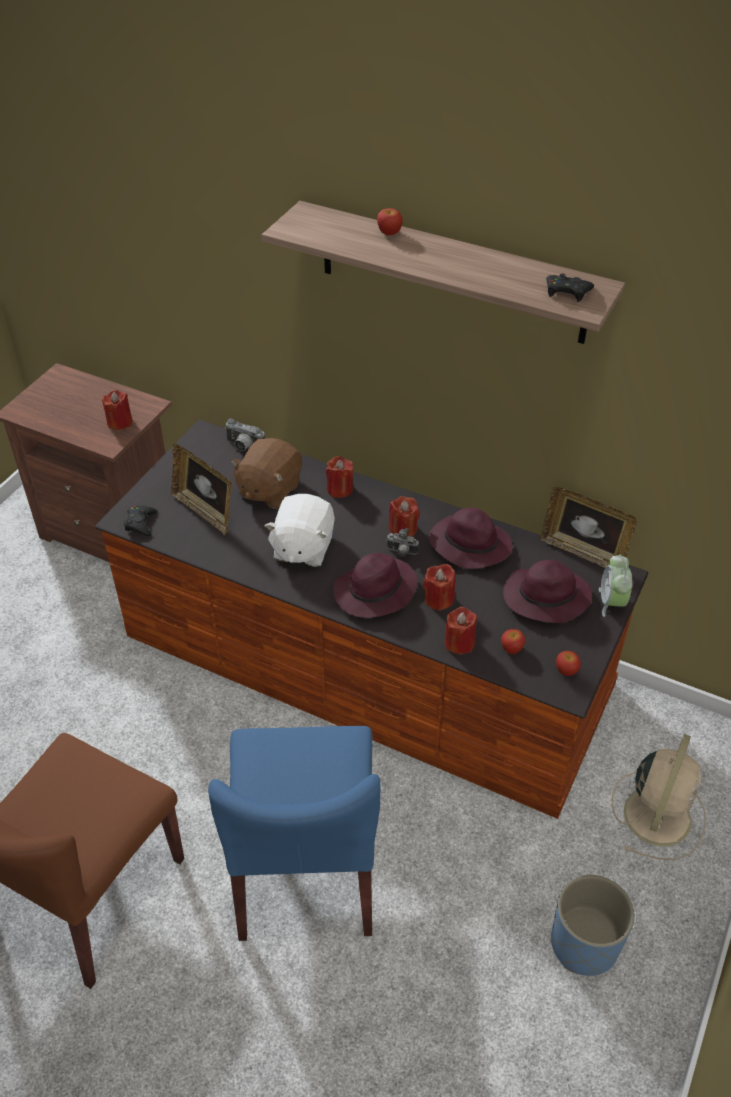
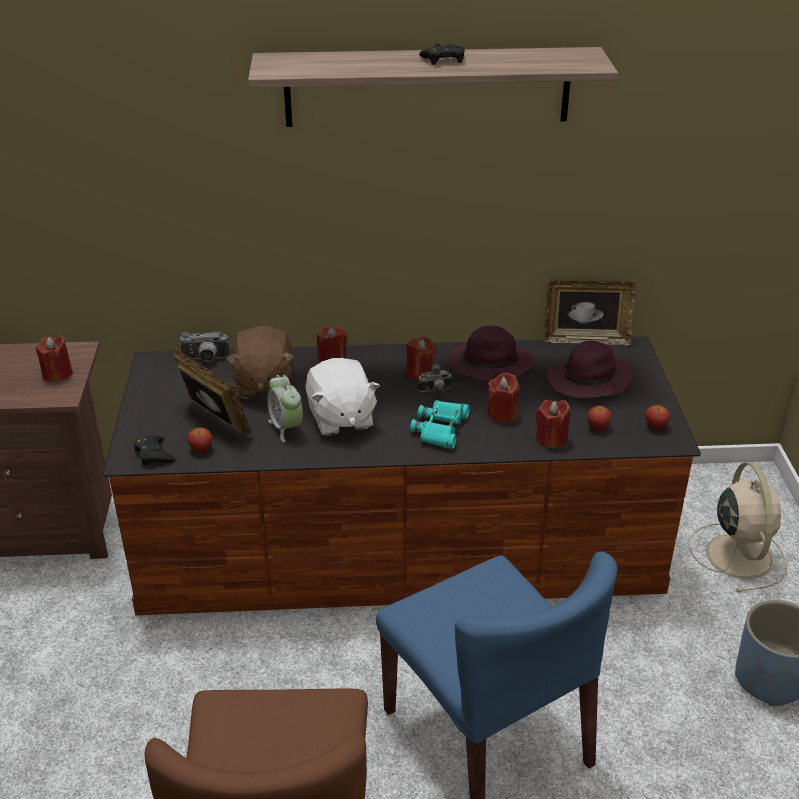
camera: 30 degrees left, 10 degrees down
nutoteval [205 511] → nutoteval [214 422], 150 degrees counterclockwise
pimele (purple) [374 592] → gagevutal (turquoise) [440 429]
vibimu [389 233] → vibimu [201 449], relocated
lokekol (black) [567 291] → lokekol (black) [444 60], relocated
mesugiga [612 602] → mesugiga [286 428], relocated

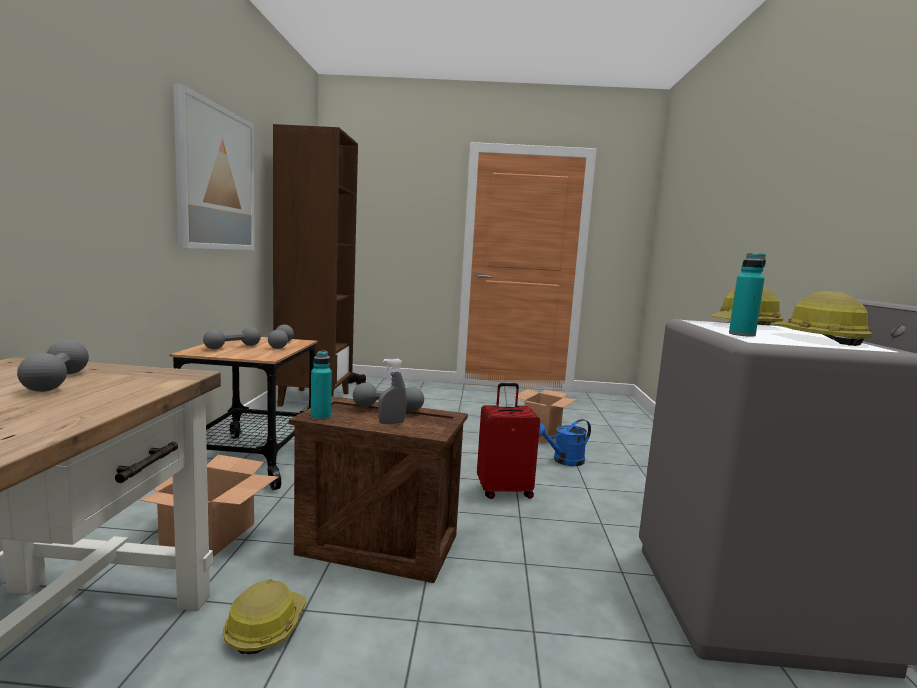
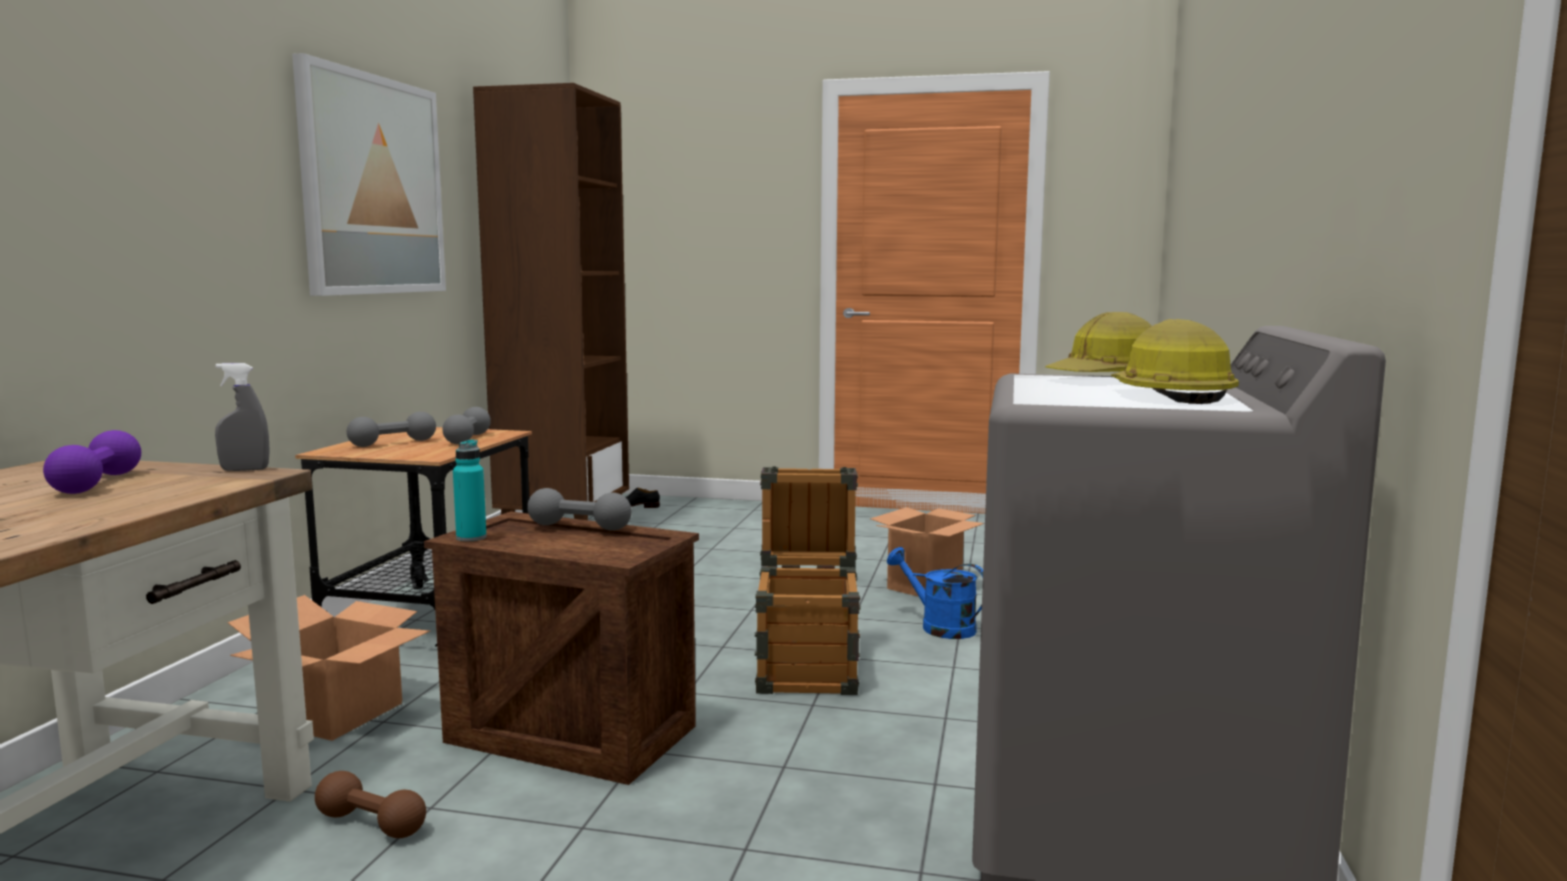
camera: 10 degrees right, 0 degrees up
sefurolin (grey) [57 382] → sefurolin (purple) [97 483]
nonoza [265 627] → sefurolin (brown) [371 824]
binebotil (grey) [391 423] → binebotil (grey) [245 470], relocated
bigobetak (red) [504 490] → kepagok [808 668]
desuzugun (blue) [564 461] → desuzugun (blue) [939 627], 60 degrees clockwise
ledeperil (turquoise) [742 334] → -

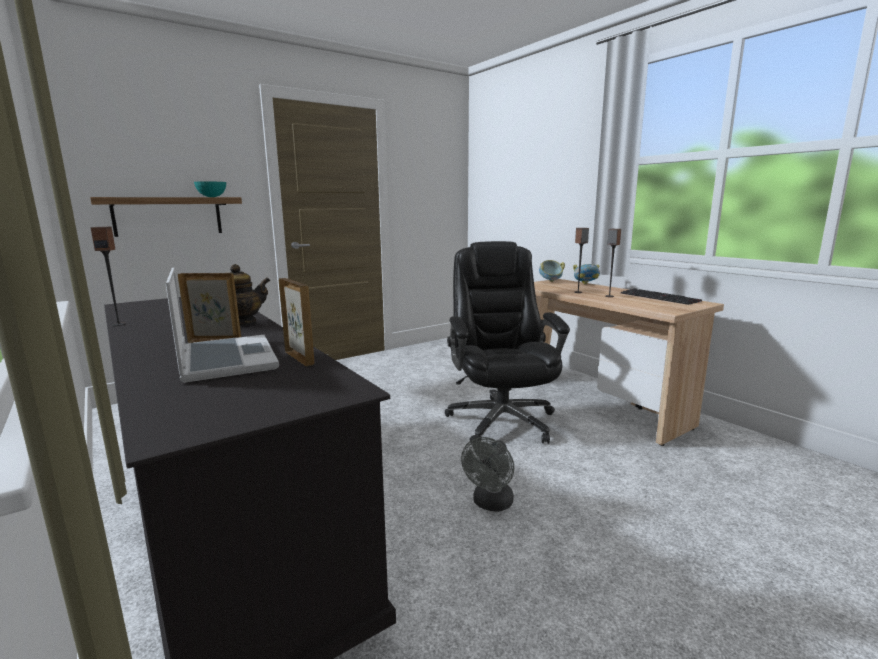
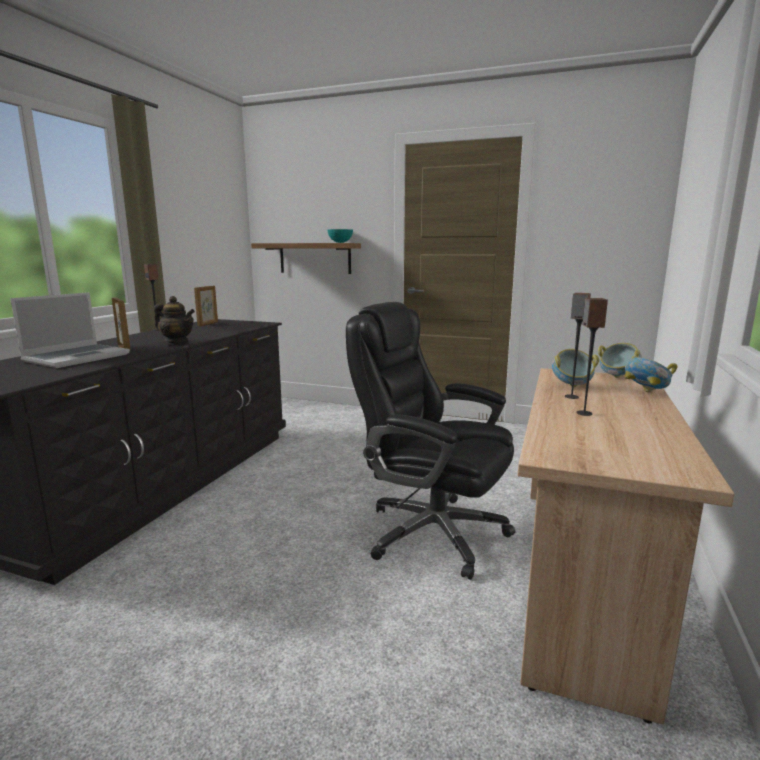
camera: 55 degrees right, 0 degrees up
nutoteval [299 358] → nutoteval [208 324], relocated
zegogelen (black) [501 420] → zegogelen (black) [431 532], 105 degrees counterclockwise
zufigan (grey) [491 504] → -
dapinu [660 297] → -
- → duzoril [571 385]

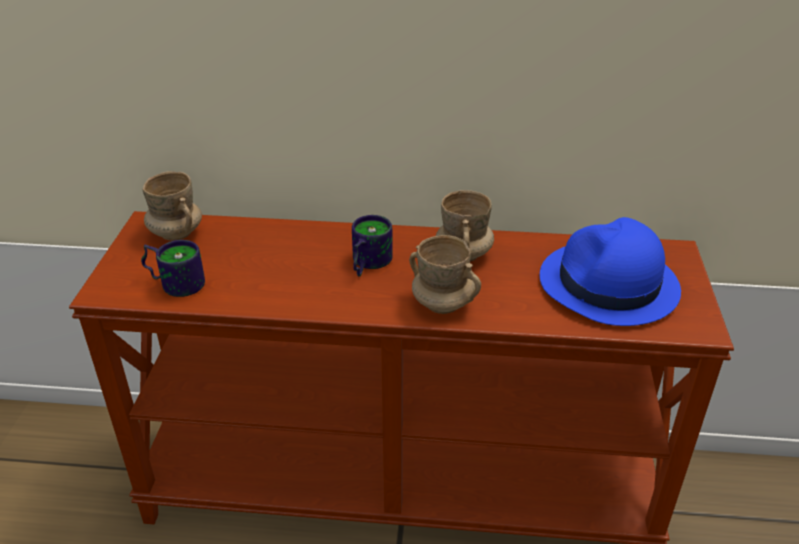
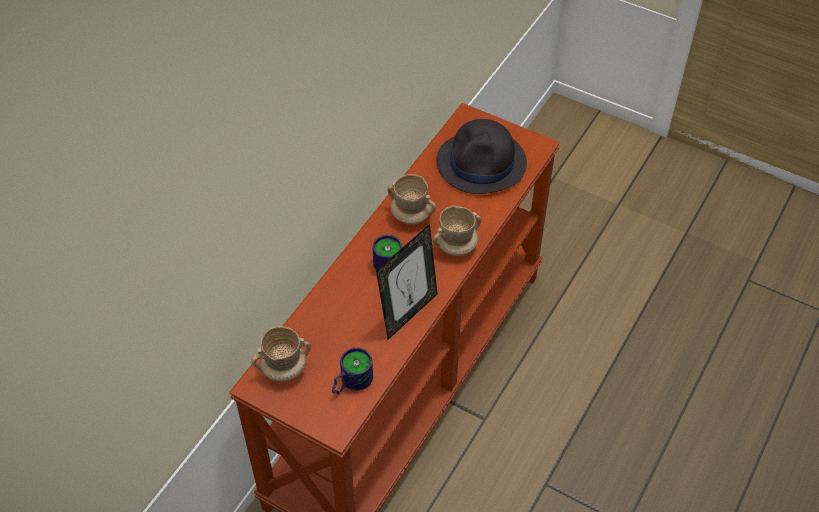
camera: 65 degrees left, 15 degrees up
pimele (blue) [608 285] → pimele (black) [482 163]
- → nutoteval [408 313]

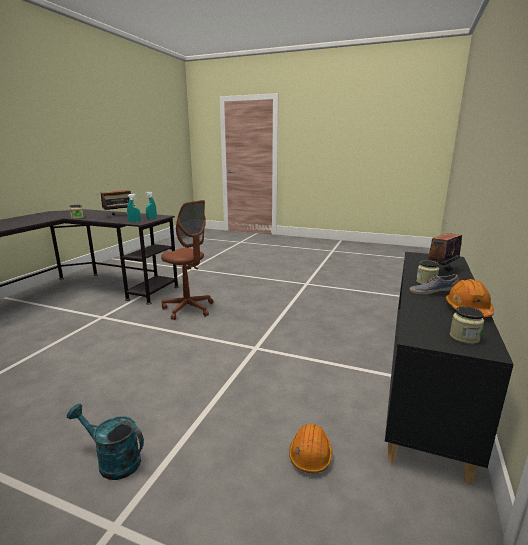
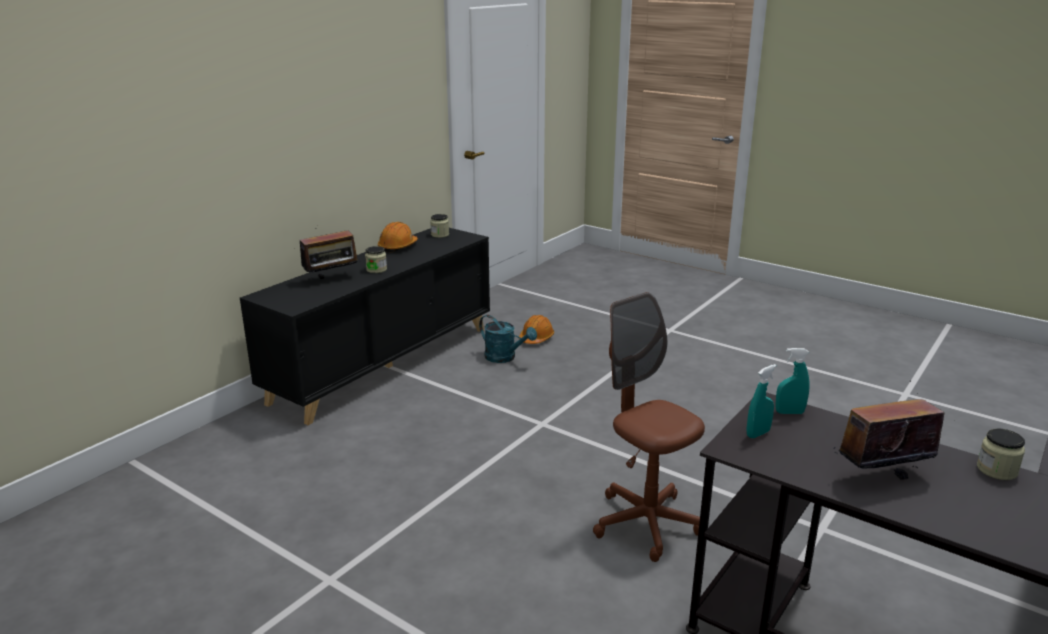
camera: 165 degrees left, 5 degrees up
desuzugun (turquoise) [113 461] → desuzugun (turquoise) [505 358], relocated
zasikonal [433 292] → -

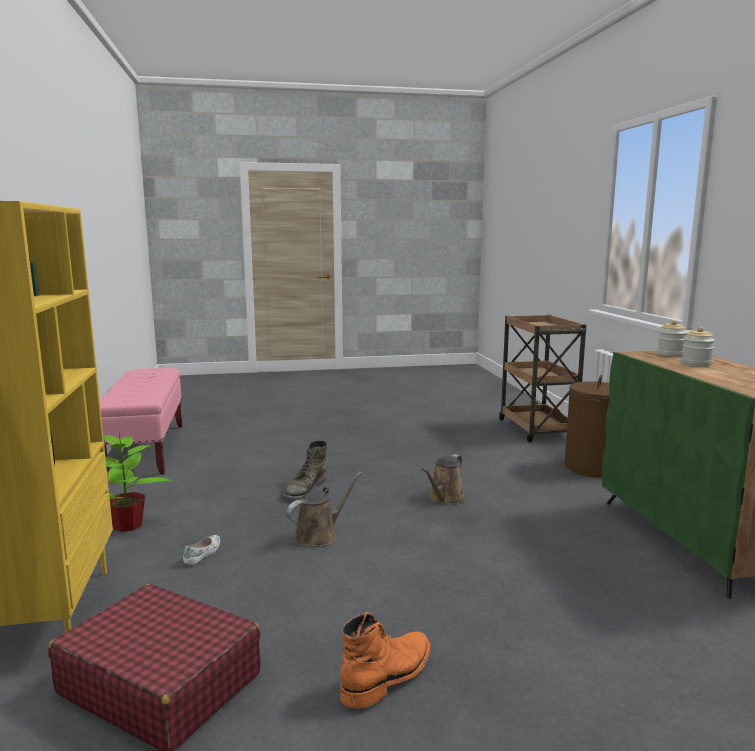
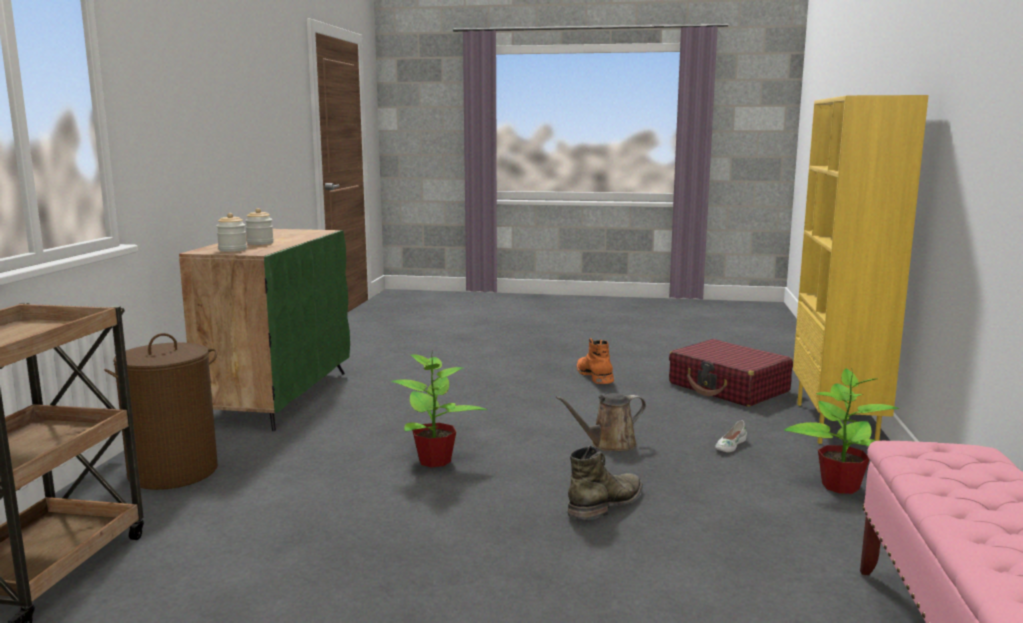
camera: 160 degrees left, 0 degrees up
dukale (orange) [388 675] → dukale (orange) [594 376], 105 degrees clockwise
desuzugun (brown) [445 498] → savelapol [435 461]

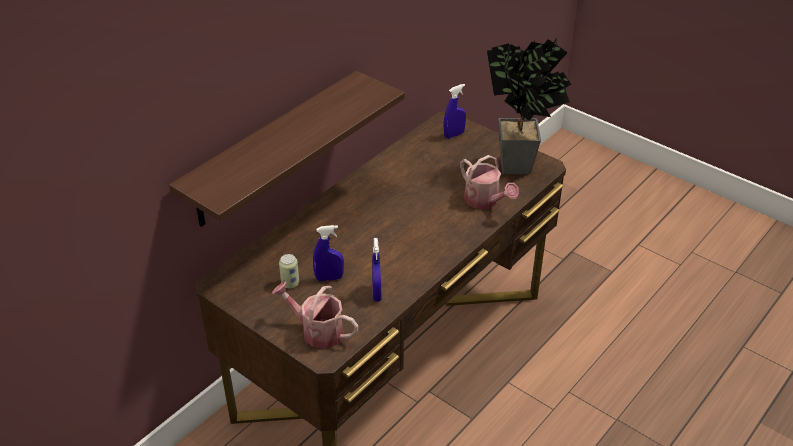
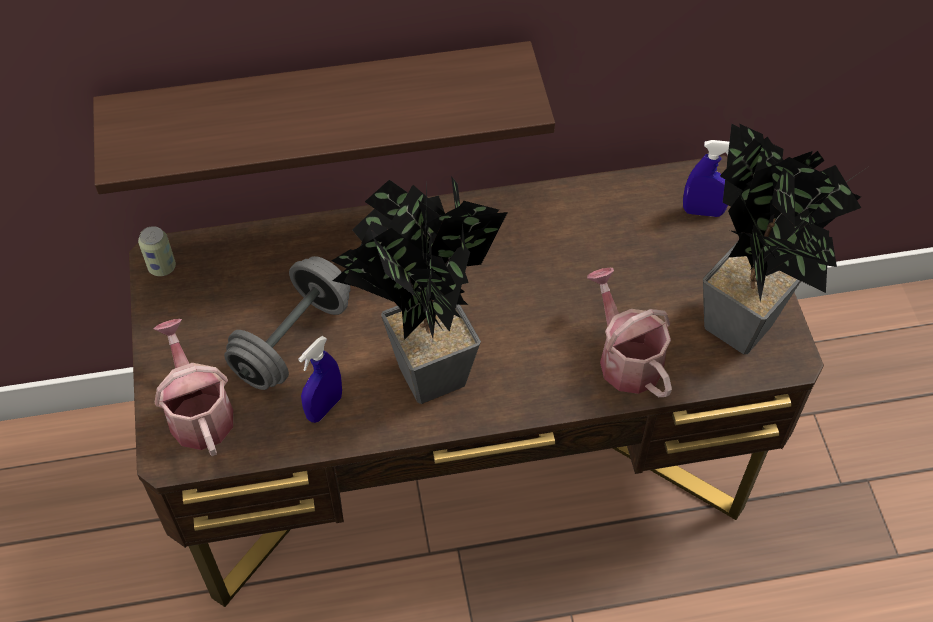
camera: 40 degrees right, 15 degrees up
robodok [290 283] → robodok [162 267], relocated
binebotil (blue) [329 278] → sefurolin (grey) [292 341]
desuzugun [485 201] → desuzugun [625 358], 150 degrees clockwise
- → savelapol [419 374]

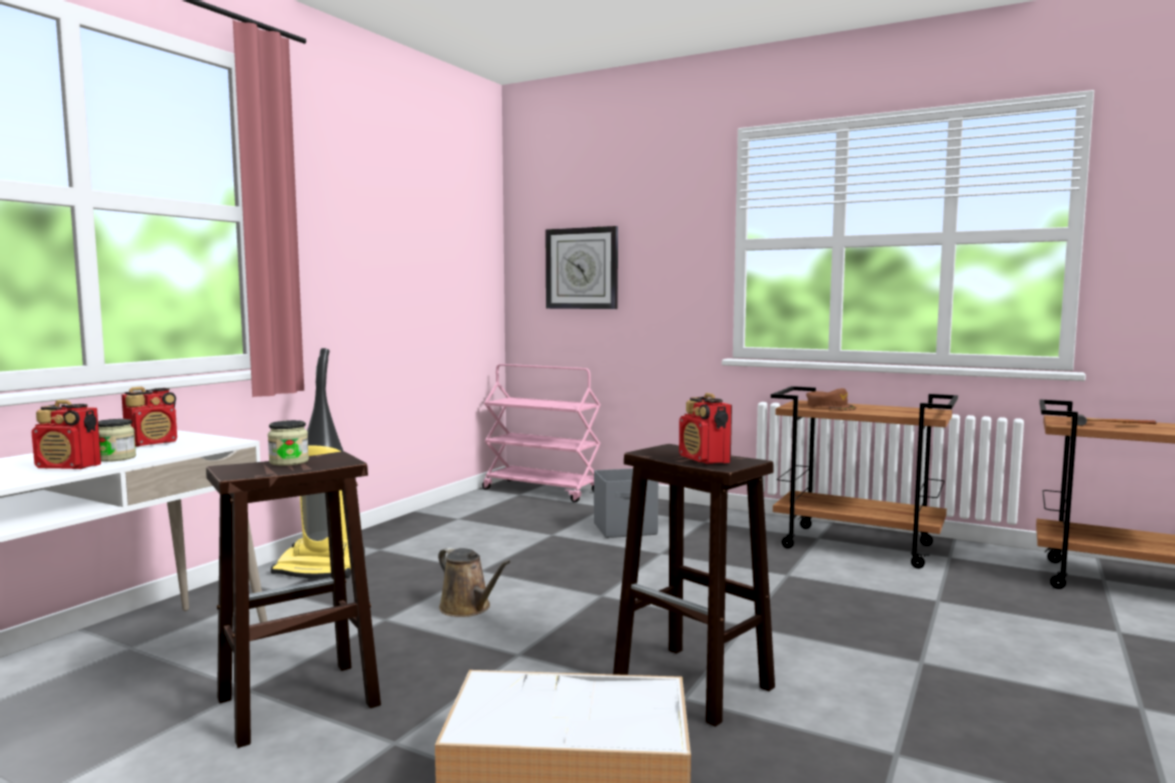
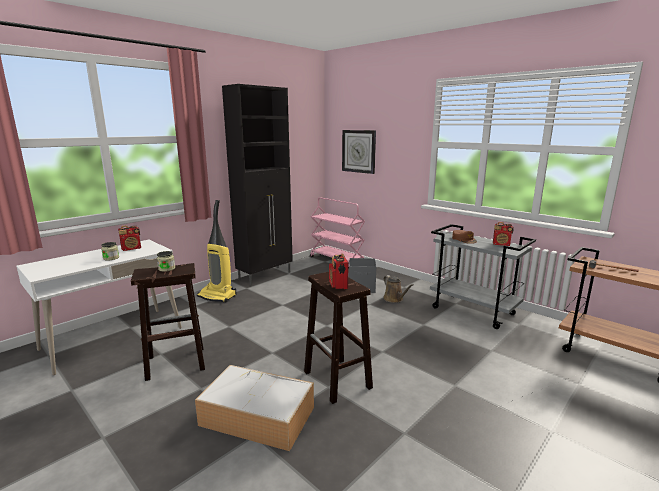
camera: 15 degrees right, 10 degrees up
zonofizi [69 467] → zonofizi [501 244], relocated
desuzugun (brown) [468 608] → desuzugun (brown) [394 299], relocated
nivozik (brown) [859 546] → nivozik (grey) [473 311]
- → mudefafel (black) [266 275]

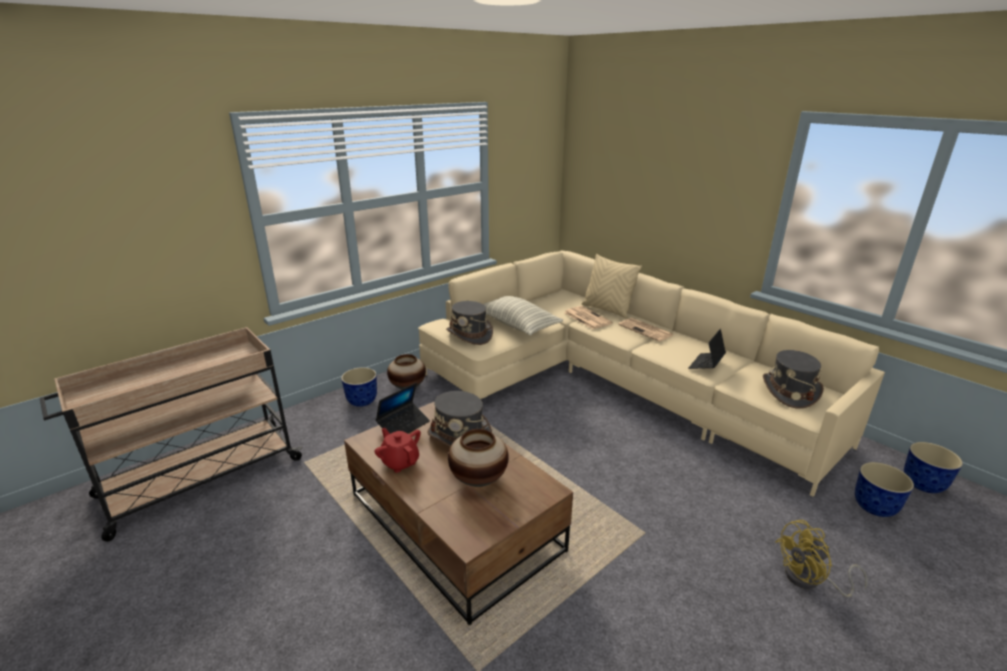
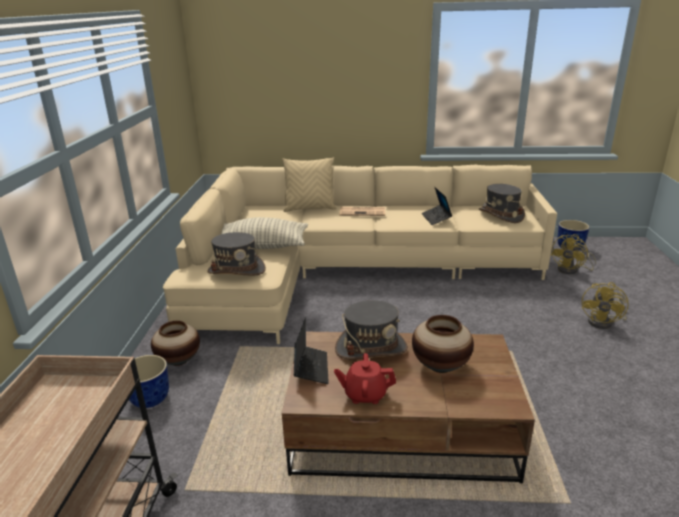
camera: 45 degrees left, 0 degrees up
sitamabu [586 318] → -
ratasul [875 508] → zufigan (yellow) [571 270]

